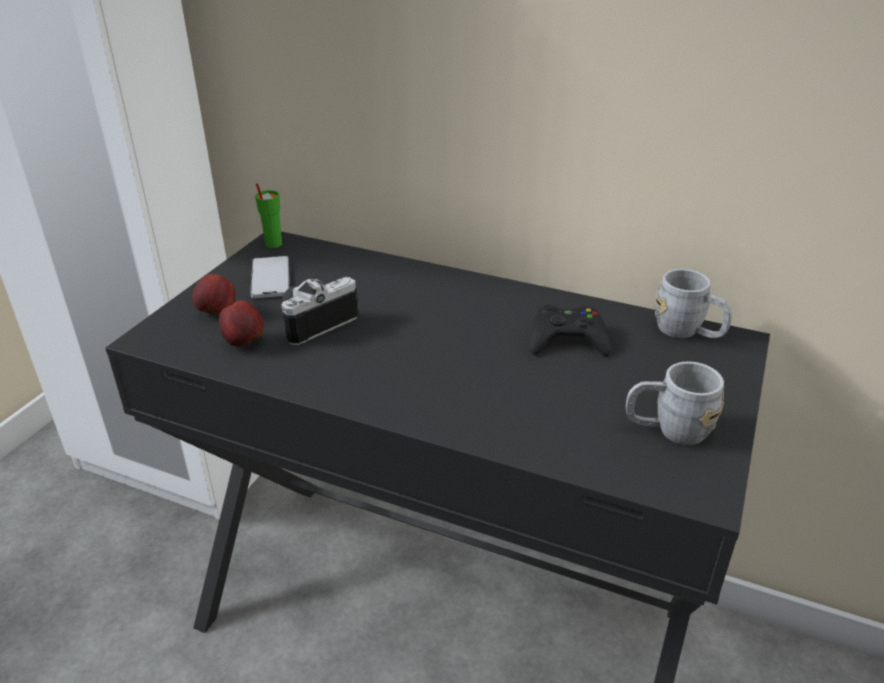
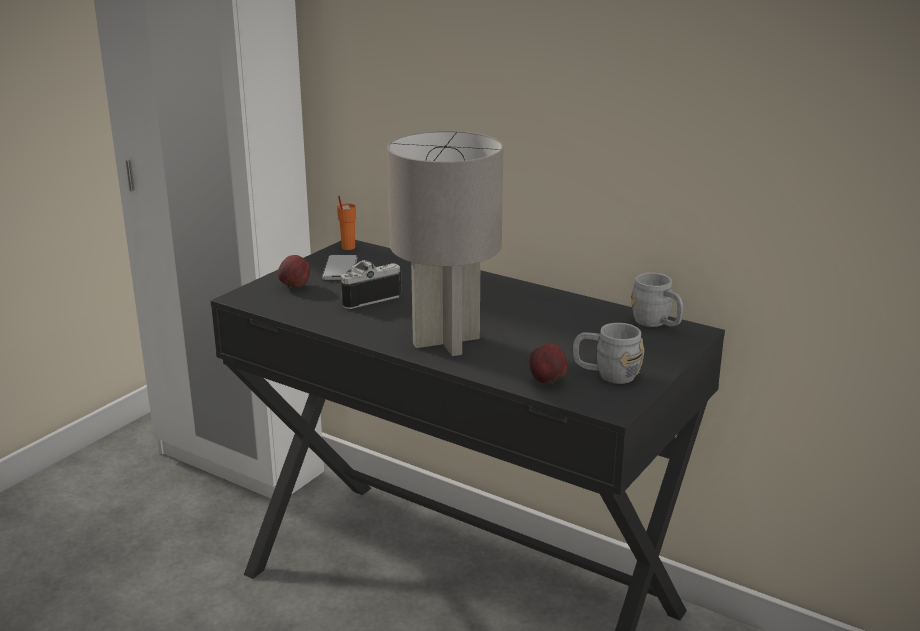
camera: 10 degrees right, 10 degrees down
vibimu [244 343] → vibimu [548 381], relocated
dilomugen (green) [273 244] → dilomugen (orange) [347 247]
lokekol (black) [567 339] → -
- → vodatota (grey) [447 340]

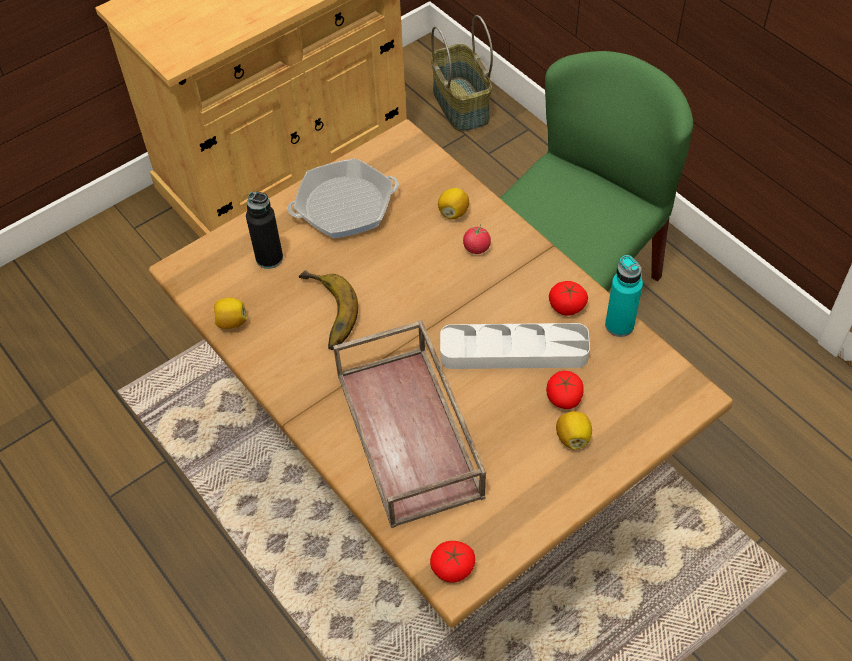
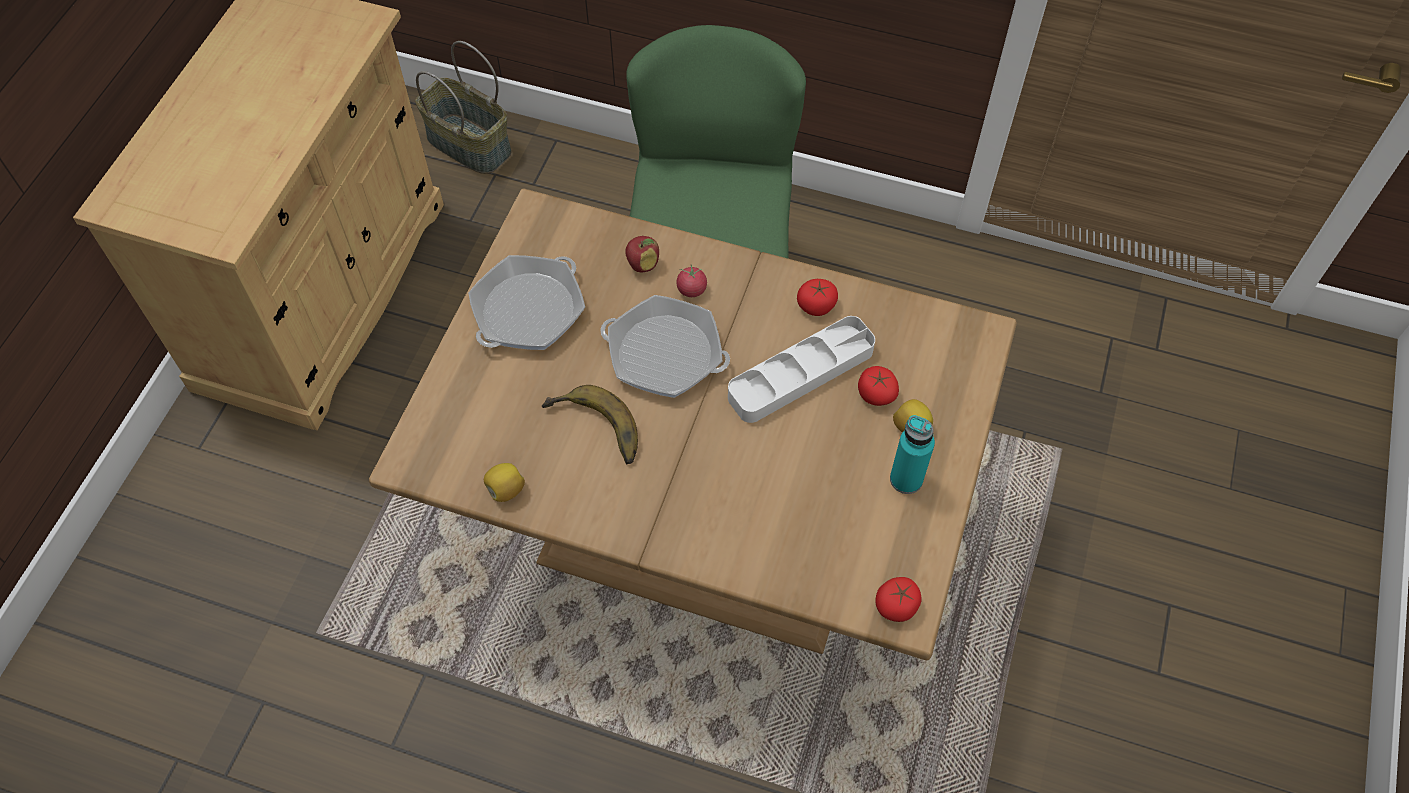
camera: 35 degrees left, 5 degrees up
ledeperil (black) [269 258] → -
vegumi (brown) [411 435] → -
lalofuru [453 212] → vibimu [643 265]
ledeperil (turquoise) [619 325] → ledeperil (turquoise) [906 479], relocated
- → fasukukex [665 354]

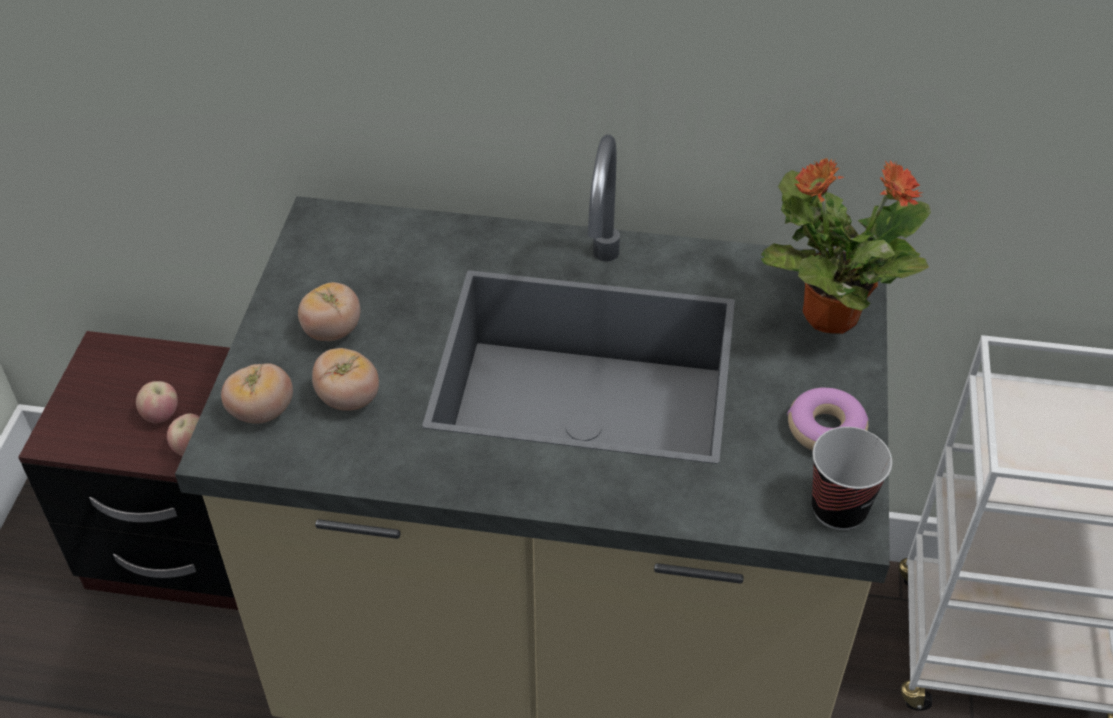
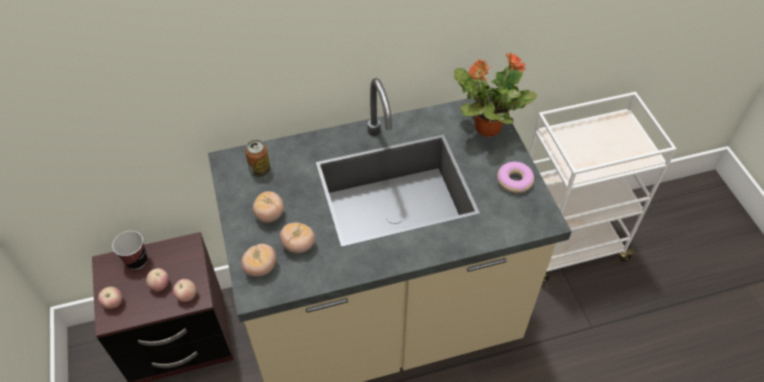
camera: 25 degrees left, 5 degrees up
dilomugen [839 509] → dilomugen [136 261], relocated
- → vibimu [114 303]
- → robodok [260 170]

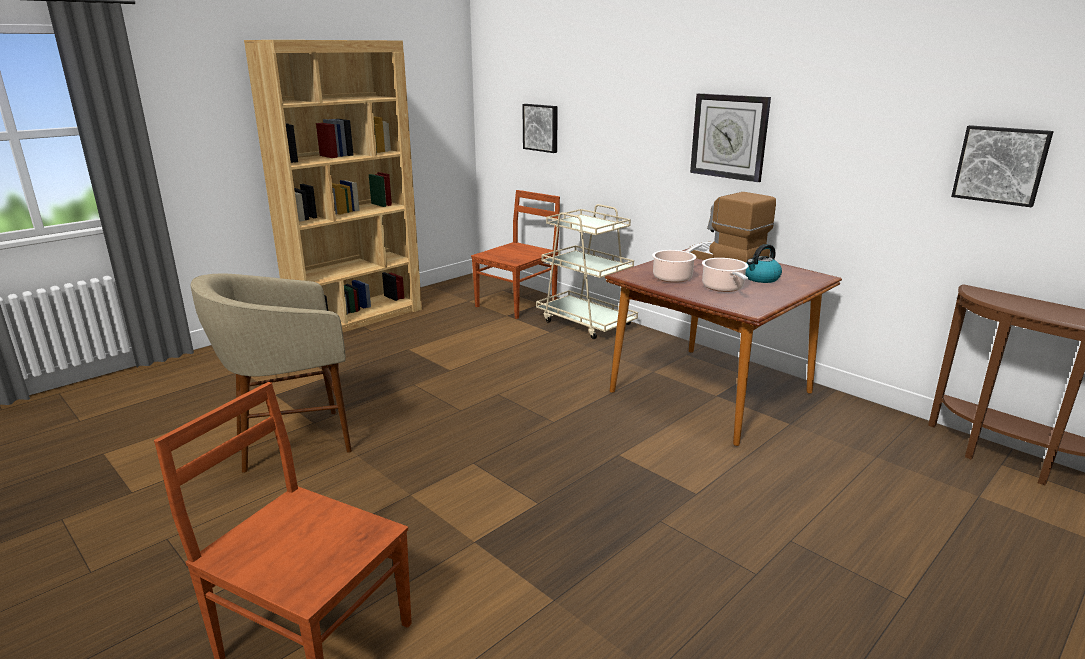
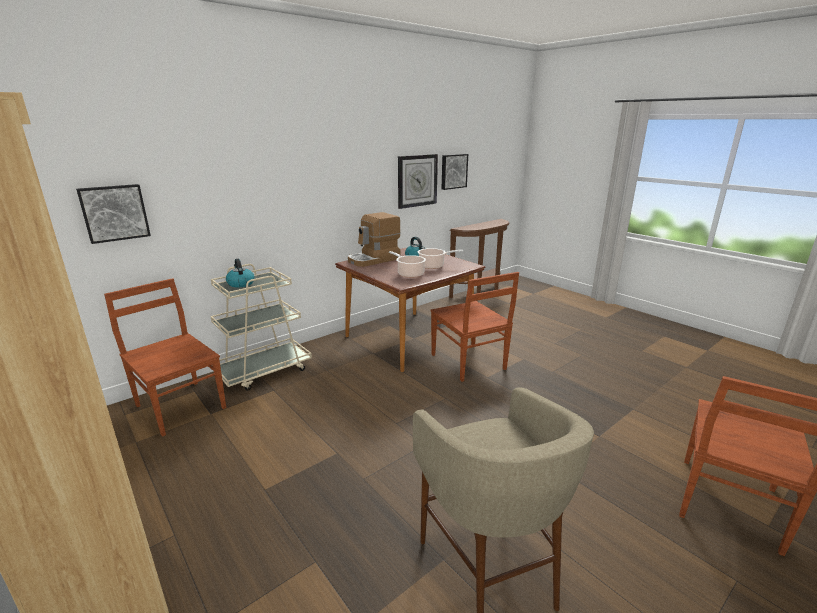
camera: 85 degrees left, 0 degrees up
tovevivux [729 136] → tovevivux [417 180], relocated
- → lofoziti [240 283]
- → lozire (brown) [468 362]

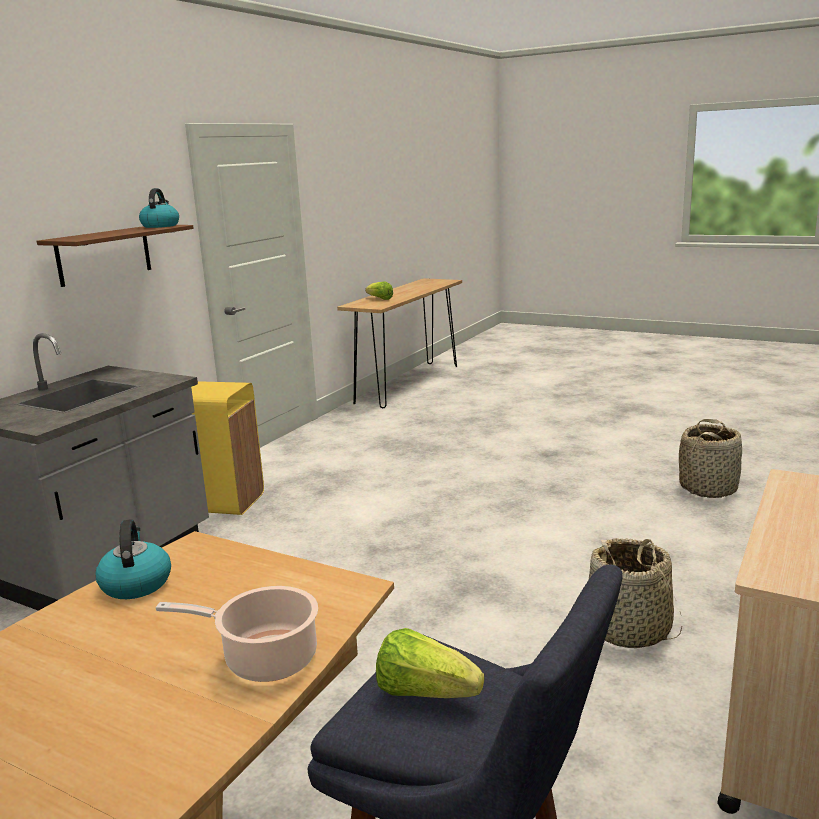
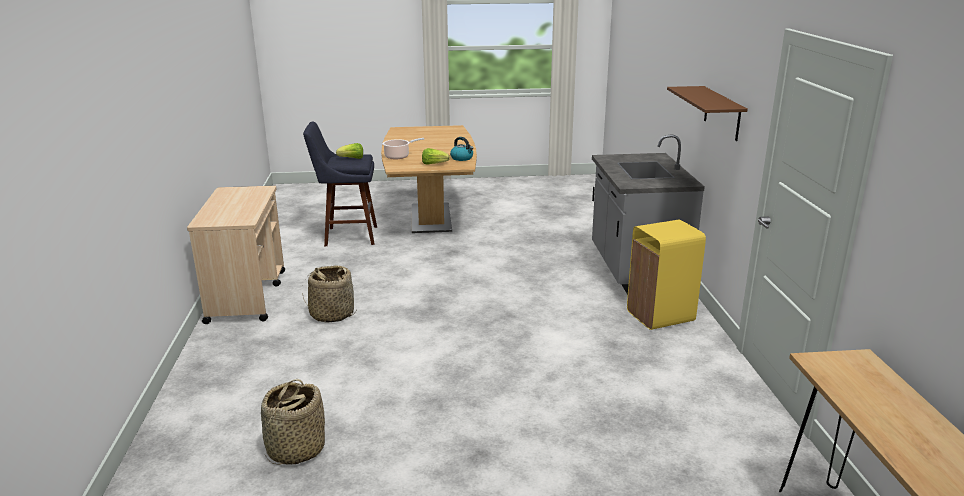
camera: 145 degrees right, 5 degrees up
lofoziti [160 226] → -
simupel [380 299] → simupel [434 164], relocated

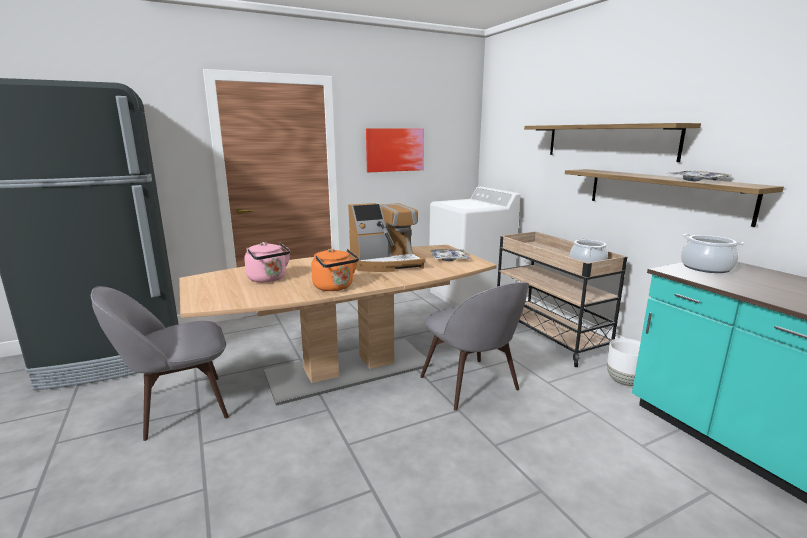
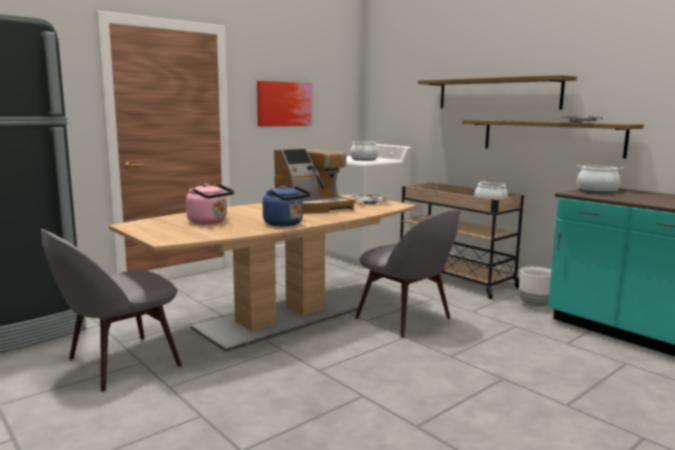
camera: 15 degrees left, 5 degrees down
lofoziti (orange) [335 287] → lofoziti (blue) [285 224]
- → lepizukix [364 159]

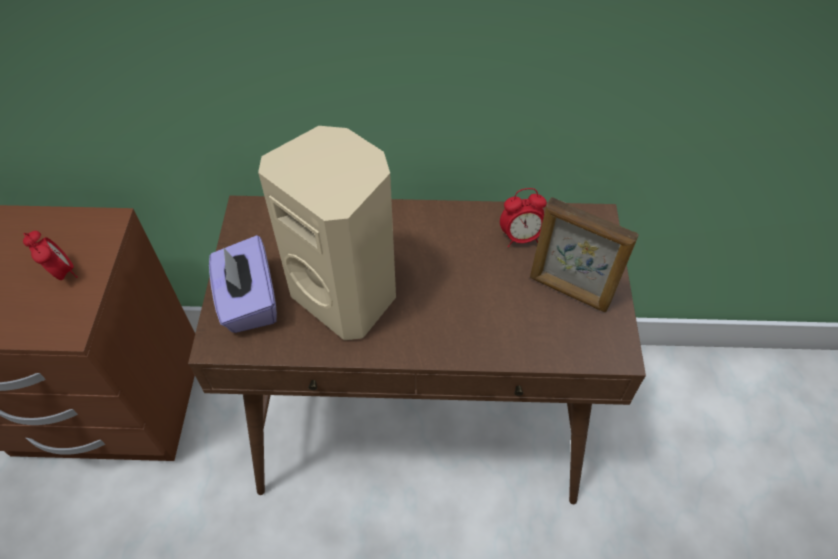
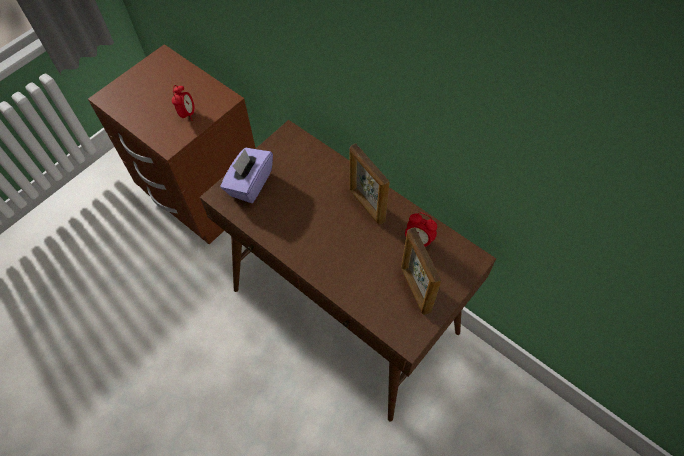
camera: 40 degrees right, 5 degrees up
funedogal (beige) [347 294] → -
- → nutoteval [366 205]

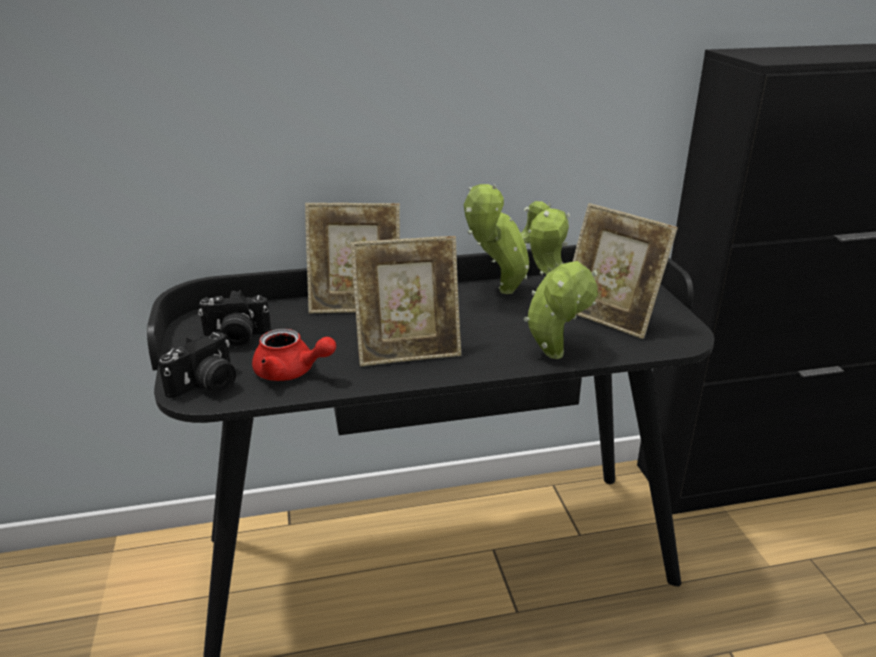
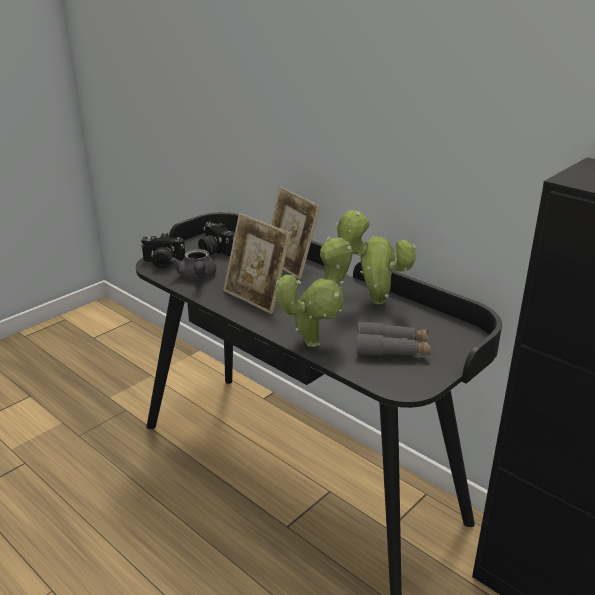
camera: 55 degrees right, 0 degrees up
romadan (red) [291 372] → romadan (grey) [197 277]
nutoteval [609 318] → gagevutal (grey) [392 349]

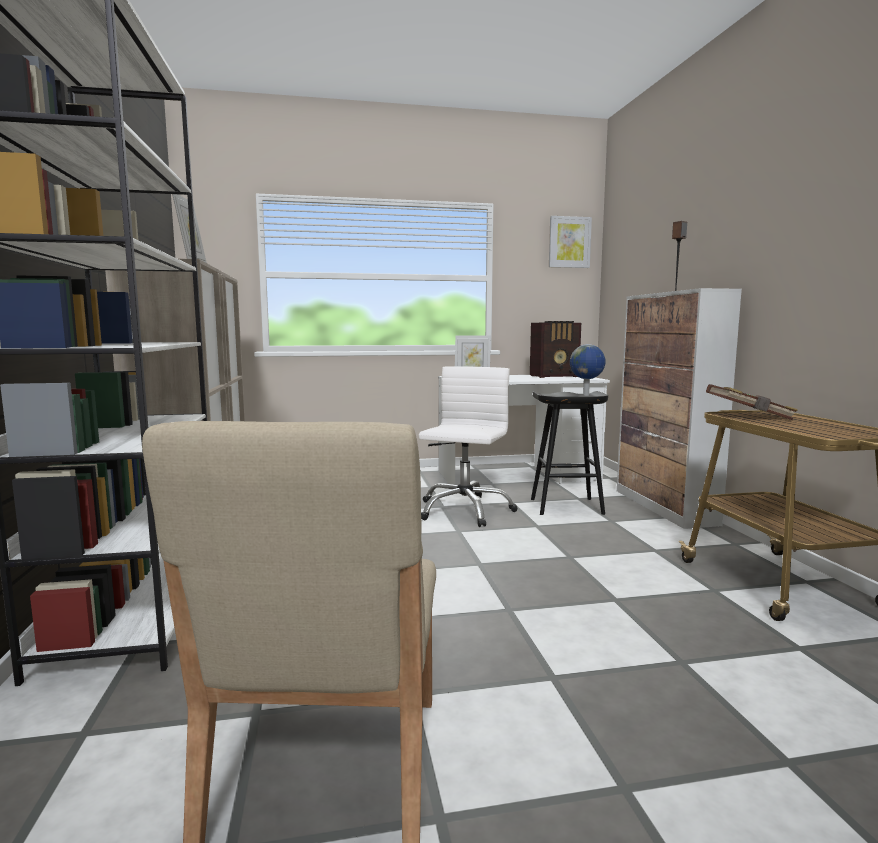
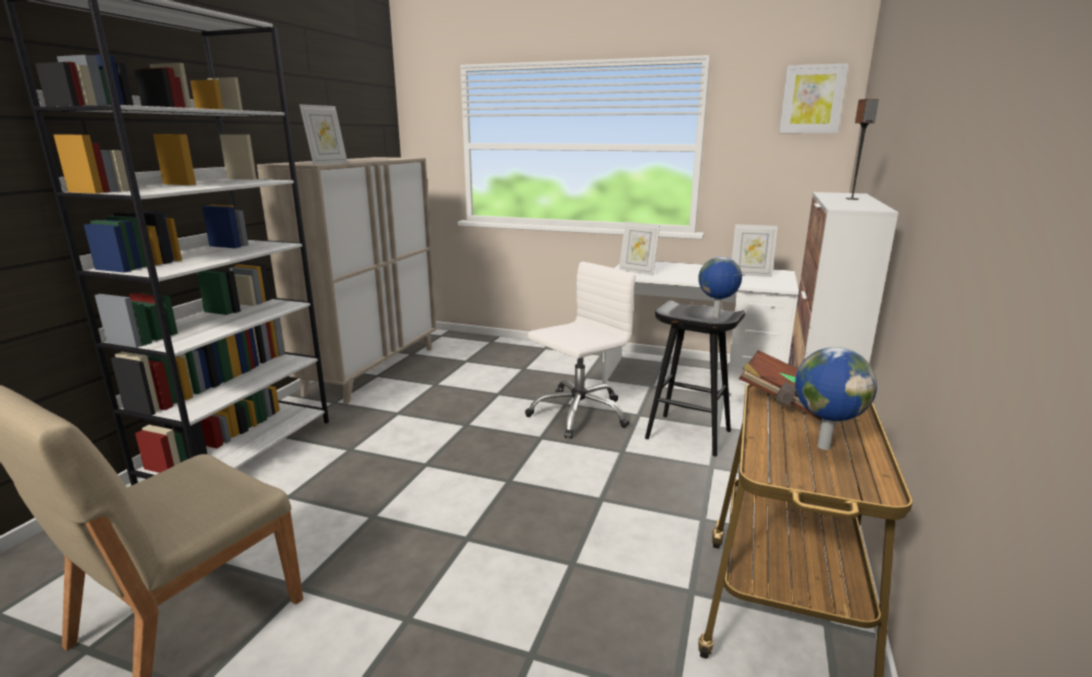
camera: 30 degrees right, 10 degrees up
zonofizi [555 376] → nutoteval [750 274]
- → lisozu [822 446]

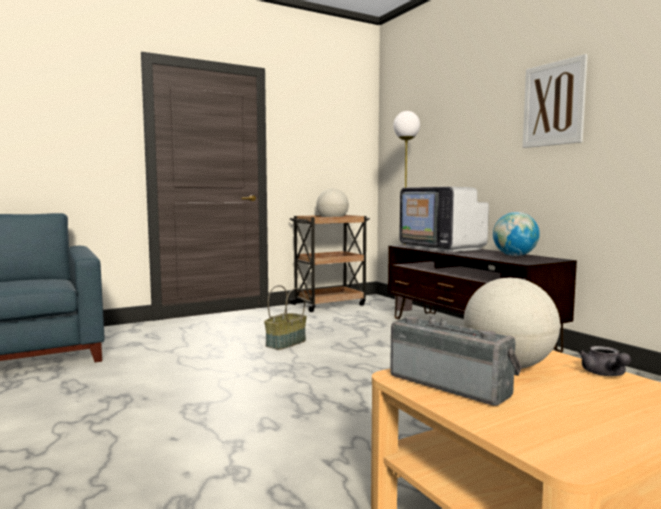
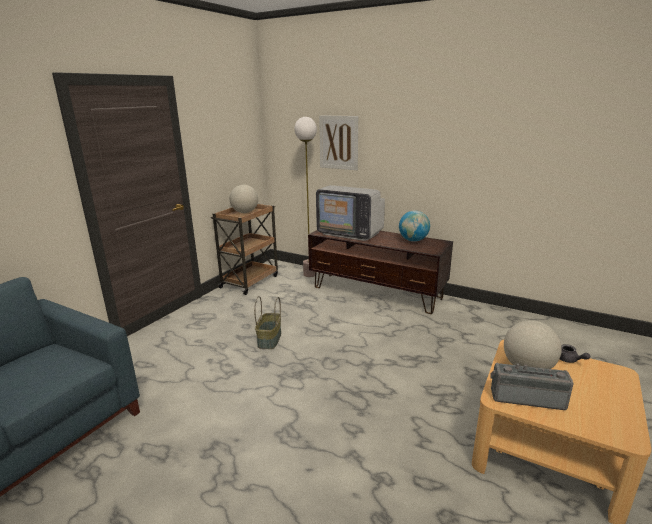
camera: 30 degrees left, 15 degrees up
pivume [553 104] → pivume [338 142], relocated

